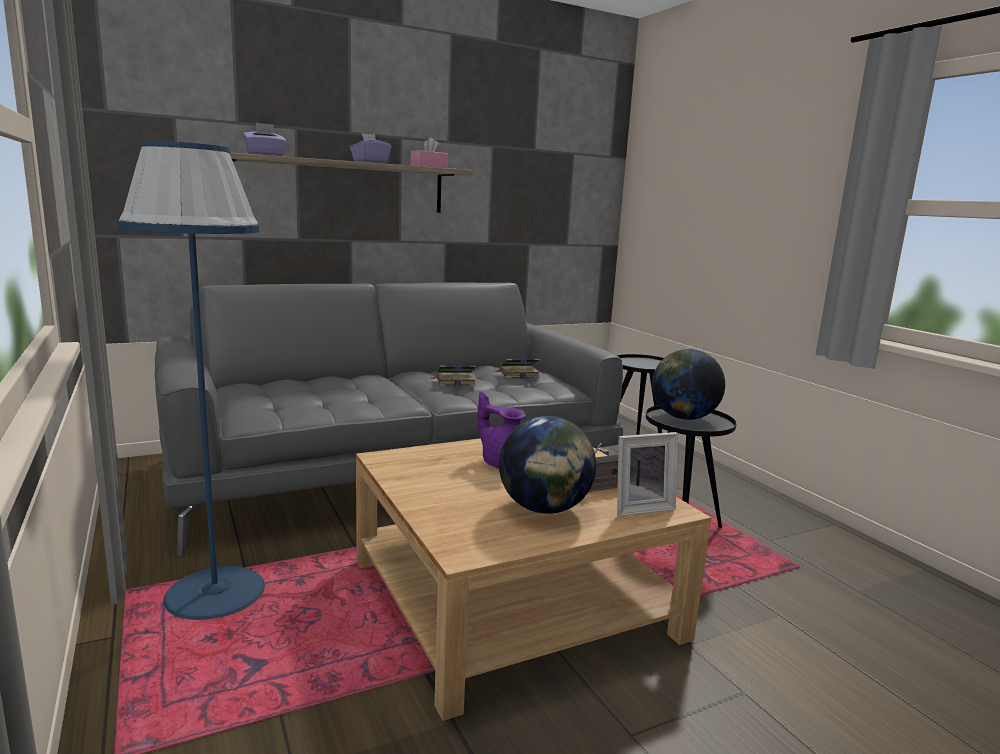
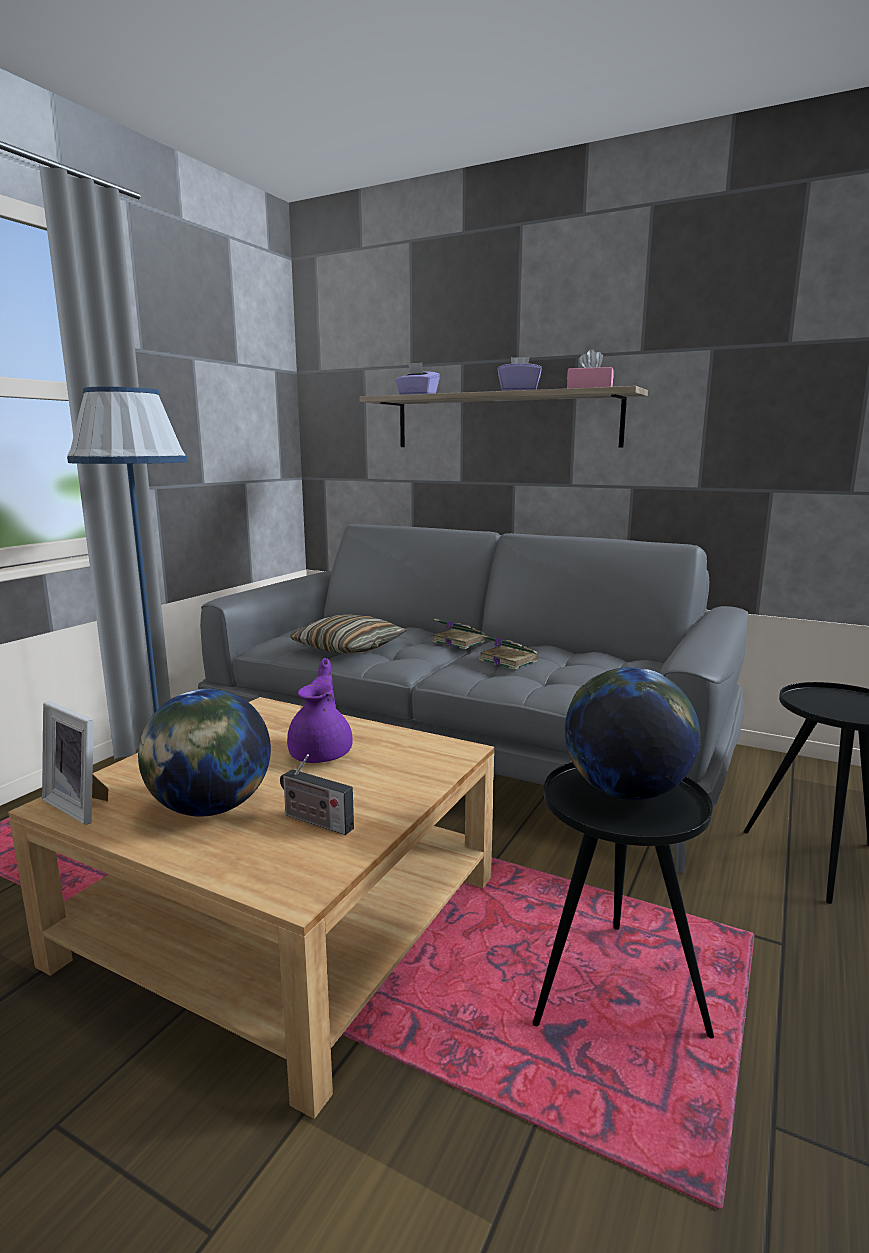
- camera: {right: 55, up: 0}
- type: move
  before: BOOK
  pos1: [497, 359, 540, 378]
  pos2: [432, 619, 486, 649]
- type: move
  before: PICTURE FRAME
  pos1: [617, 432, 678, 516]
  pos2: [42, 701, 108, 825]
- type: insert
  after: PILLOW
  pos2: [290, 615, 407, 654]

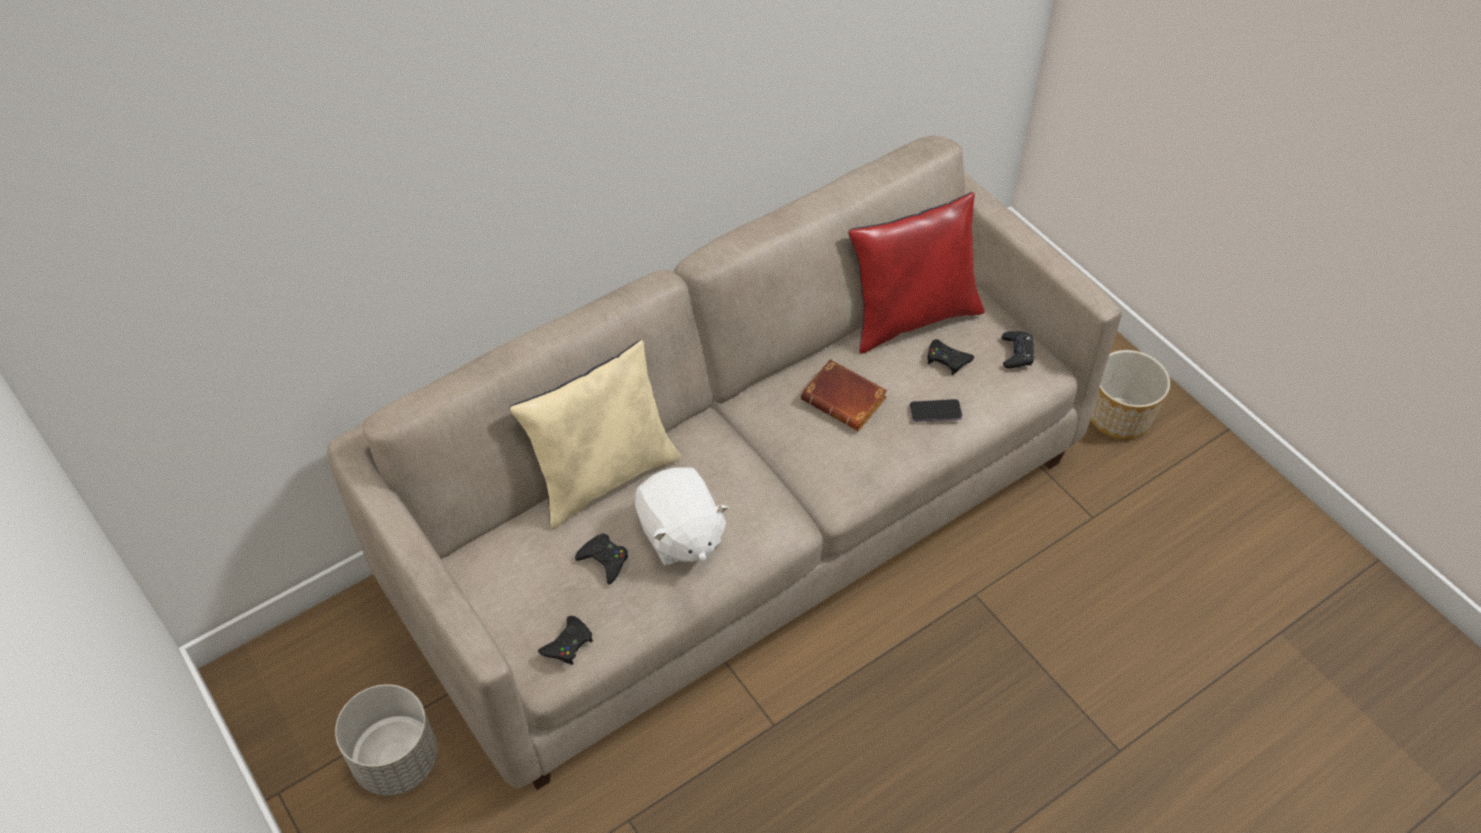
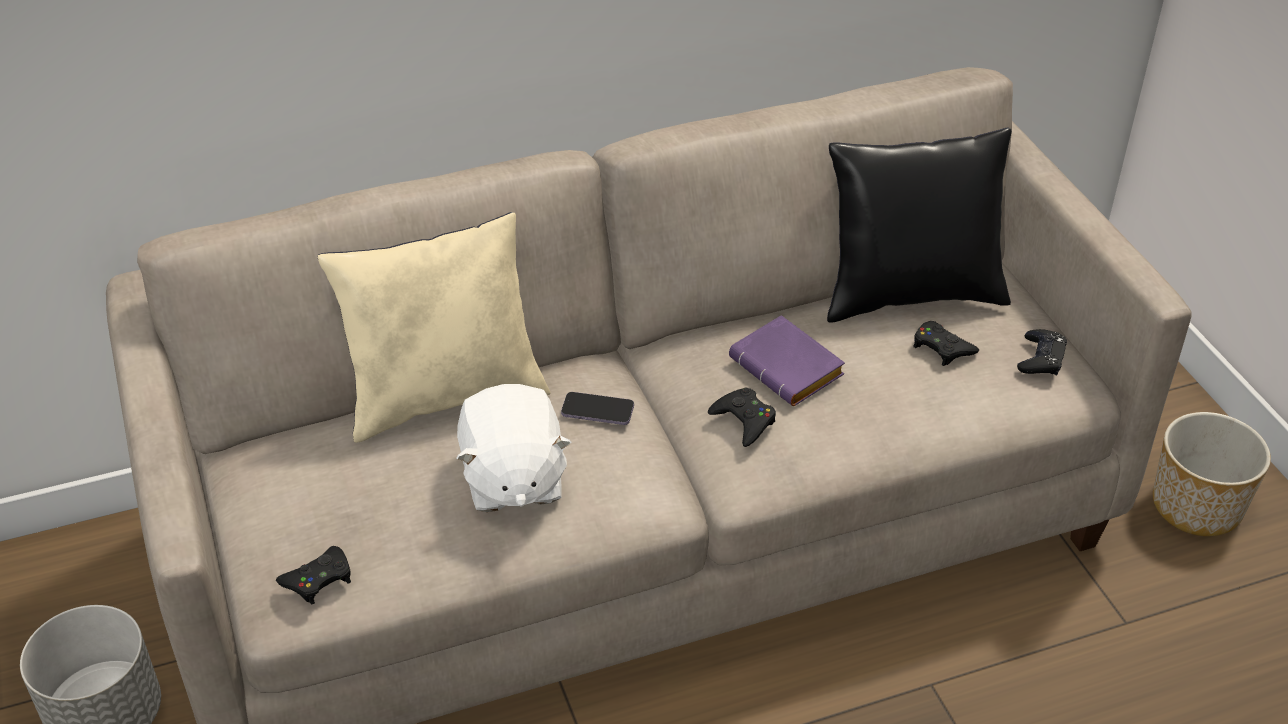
- camera: {right: 15, up: -10}
- type: move
  before: BLACK GAME CONTROLLER
  pos1: [575, 534, 628, 585]
  pos2: [708, 388, 776, 447]
- type: recolor
  before: BROWN BOOK
  after: PURPLE BOOK
  pos1: [801, 359, 887, 431]
  pos2: [729, 315, 845, 406]
- type: recolor
  before: RED PILLOW
  after: BLACK PILLOW
  pos1: [848, 192, 985, 354]
  pos2: [827, 127, 1012, 322]
- type: move
  before: PHONE
  pos1: [910, 399, 962, 422]
  pos2: [561, 392, 634, 425]

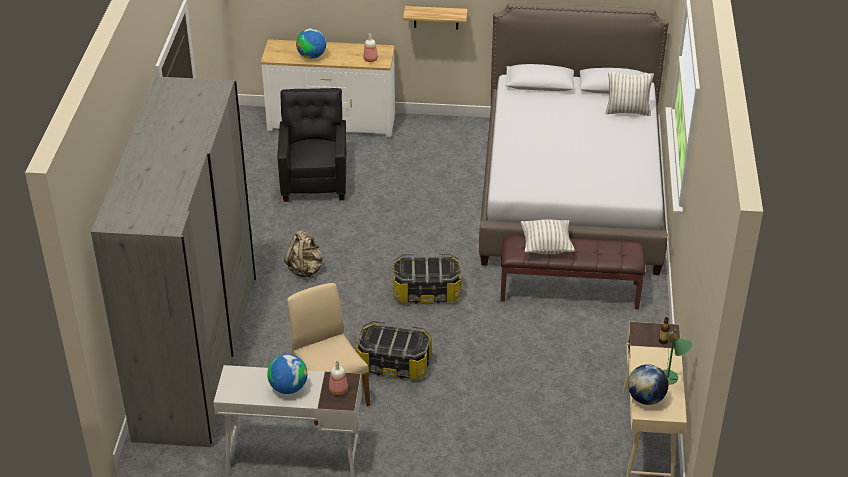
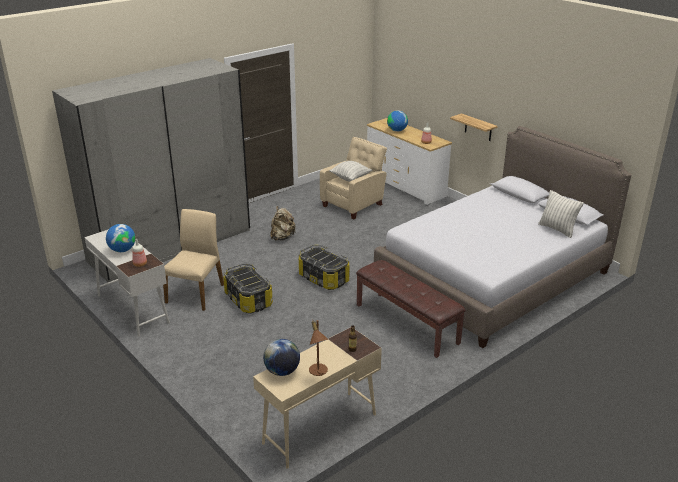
- camera: {right: 45, up: -10}
- type: recolor
  before: BLACK ARMCHAIR
  after: BEIGE ARMCHAIR
  pos1: [277, 88, 347, 202]
  pos2: [320, 137, 387, 219]
- type: move
  before: PILLOW
  pos1: [521, 219, 575, 254]
  pos2: [329, 161, 372, 182]
- type: recolor
  before: GREEN TABLE LAMP
  after: BROWN TABLE LAMP
  pos1: [662, 329, 692, 385]
  pos2: [309, 320, 328, 376]

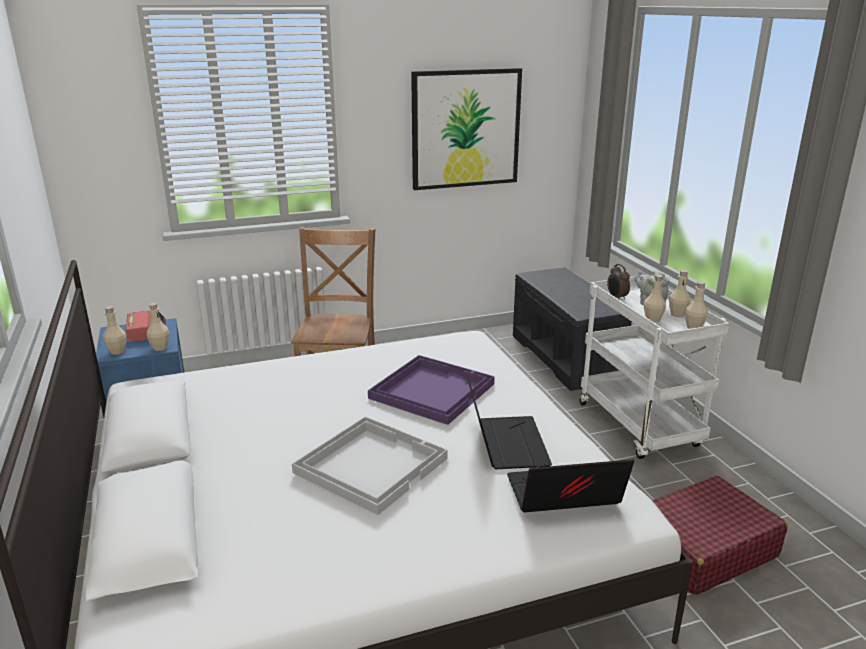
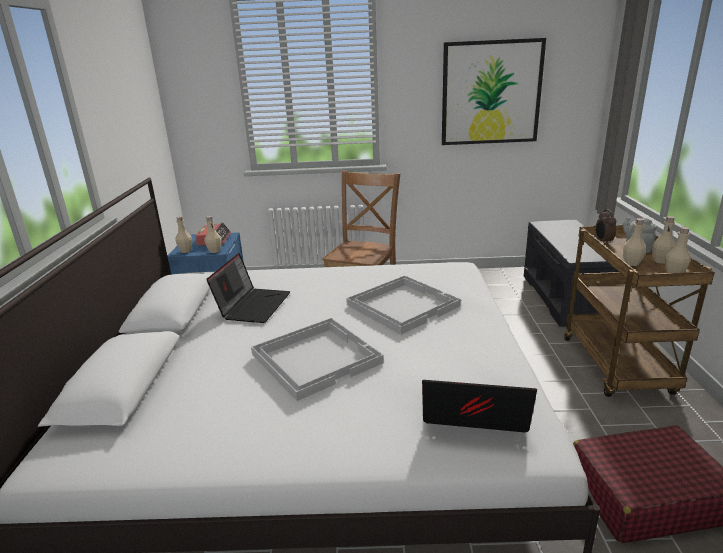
- camera: {right: 20, up: 0}
- type: recolor
  before: PURPLE TRAY
  after: WHITE TRAY
  pos1: [368, 355, 495, 425]
  pos2: [346, 275, 461, 335]
- type: move
  before: LAPTOP
  pos1: [466, 374, 552, 469]
  pos2: [206, 253, 290, 323]
- type: recolor
  before: WHITE CART
  after: BROWN CART
  pos1: [579, 275, 730, 459]
  pos2: [564, 225, 715, 397]

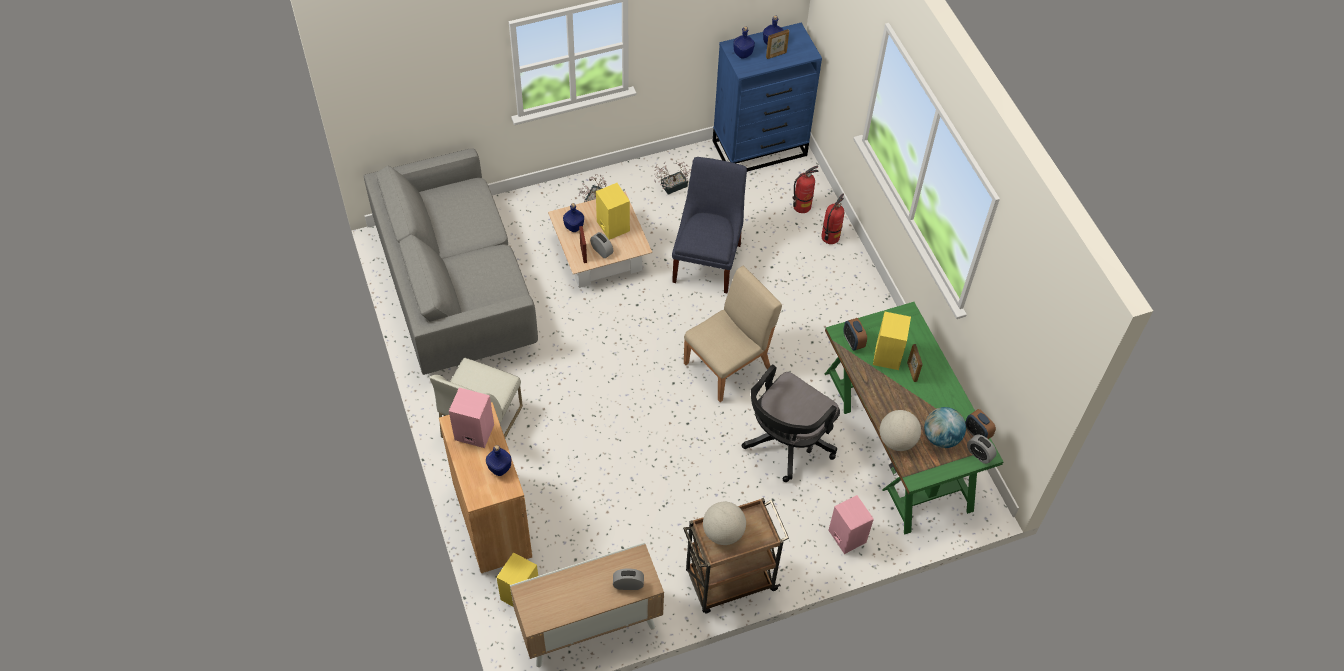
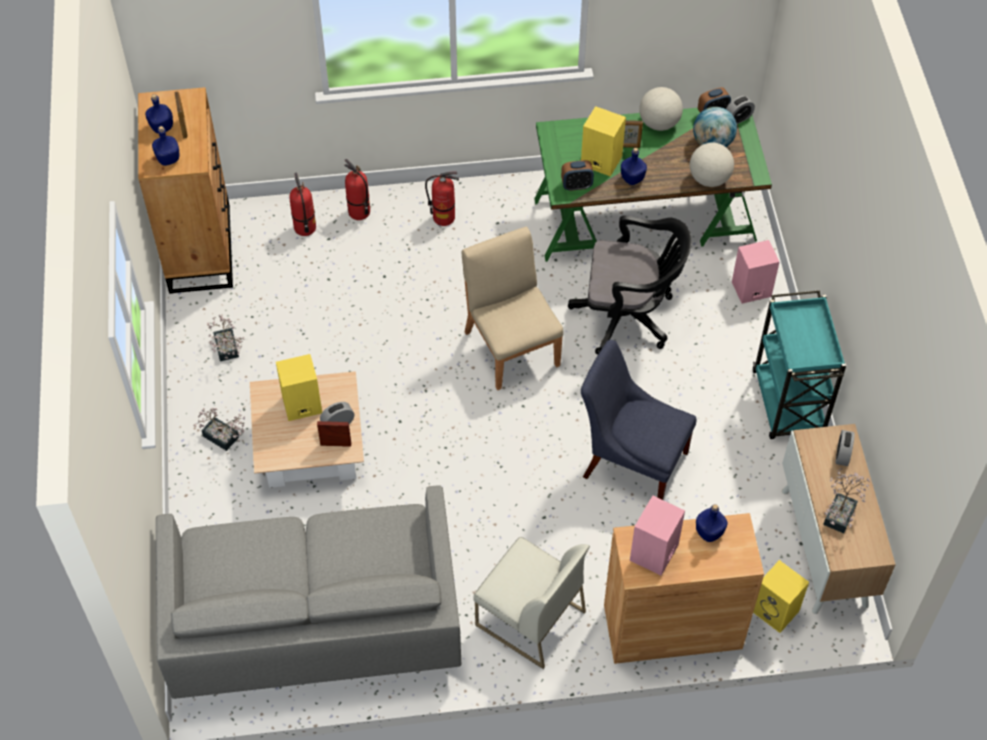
- camera: {right: -75, up: 0}
- type: move
  before: BLUE BOTTLE
  pos1: [563, 203, 584, 232]
  pos2: [621, 148, 647, 185]
- type: move
  before: BLUE CHAIR
  pos1: [672, 157, 747, 293]
  pos2: [581, 340, 697, 500]
- type: recolor
  before: BROWN CART
  after: TURQUOISE CART
  pos1: [683, 498, 789, 614]
  pos2: [752, 290, 846, 439]
- type: move
  before: GLOBE
  pos1: [703, 502, 746, 545]
  pos2: [639, 87, 683, 131]
- type: recolor
  before: BLUE DRESSER
  after: BROWN DRESSER
  pos1: [713, 23, 822, 172]
  pos2: [138, 87, 233, 294]
- type: rotate
  before: BLACK OFFICE CHAIR
  pos1: [742, 364, 840, 482]
  pos2: [568, 215, 692, 355]
  turn: -45
- type: insert
  after: FIRE EXTINGUISHER
  pos2: [425, 172, 459, 226]
- type: insert
  after: POTTED PLANT
  pos2: [823, 468, 870, 533]

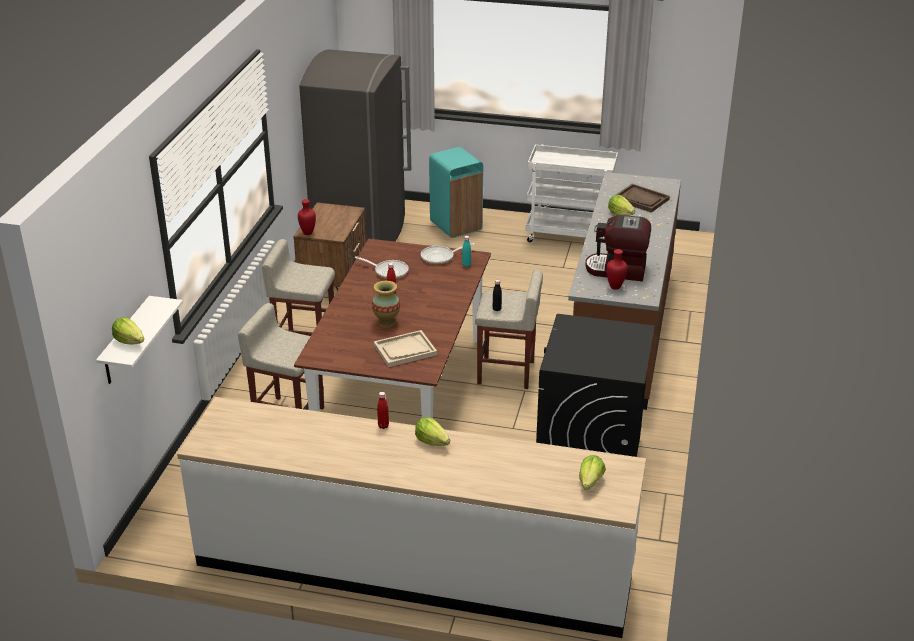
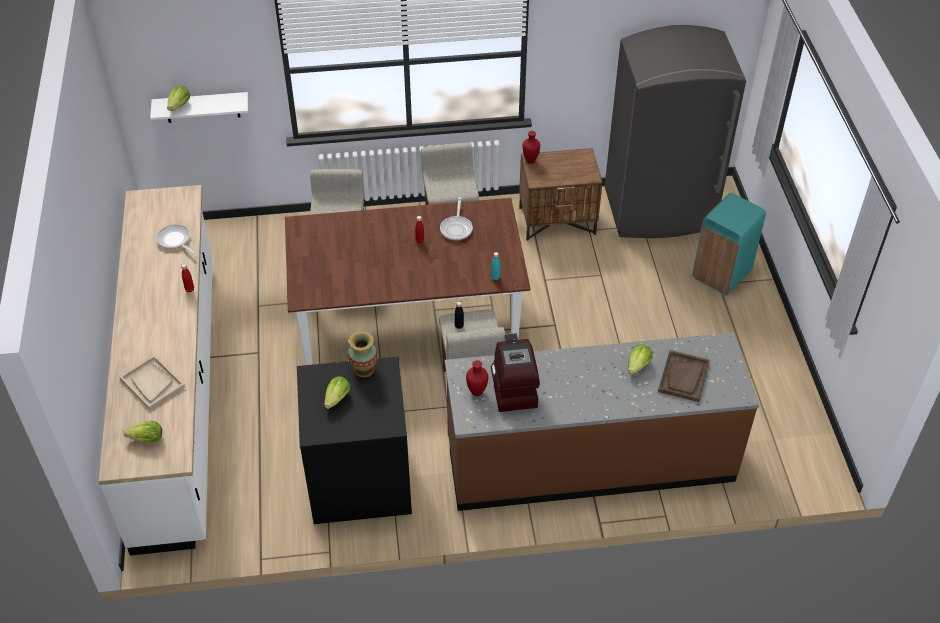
- camera: {right: 70, up: 15}
- type: move
  before: VASE
  pos1: [372, 281, 400, 328]
  pos2: [348, 331, 378, 377]
- type: move
  before: BEIGE TRAY
  pos1: [374, 330, 437, 367]
  pos2: [119, 355, 185, 410]
- type: move
  before: LETTUCE
  pos1: [415, 417, 450, 446]
  pos2: [324, 376, 350, 409]
- type: move
  before: FRYING PAN
  pos1: [421, 243, 475, 264]
  pos2: [156, 224, 198, 257]
- type: delete
  before: WHITE CART
  pos1: [525, 144, 618, 242]

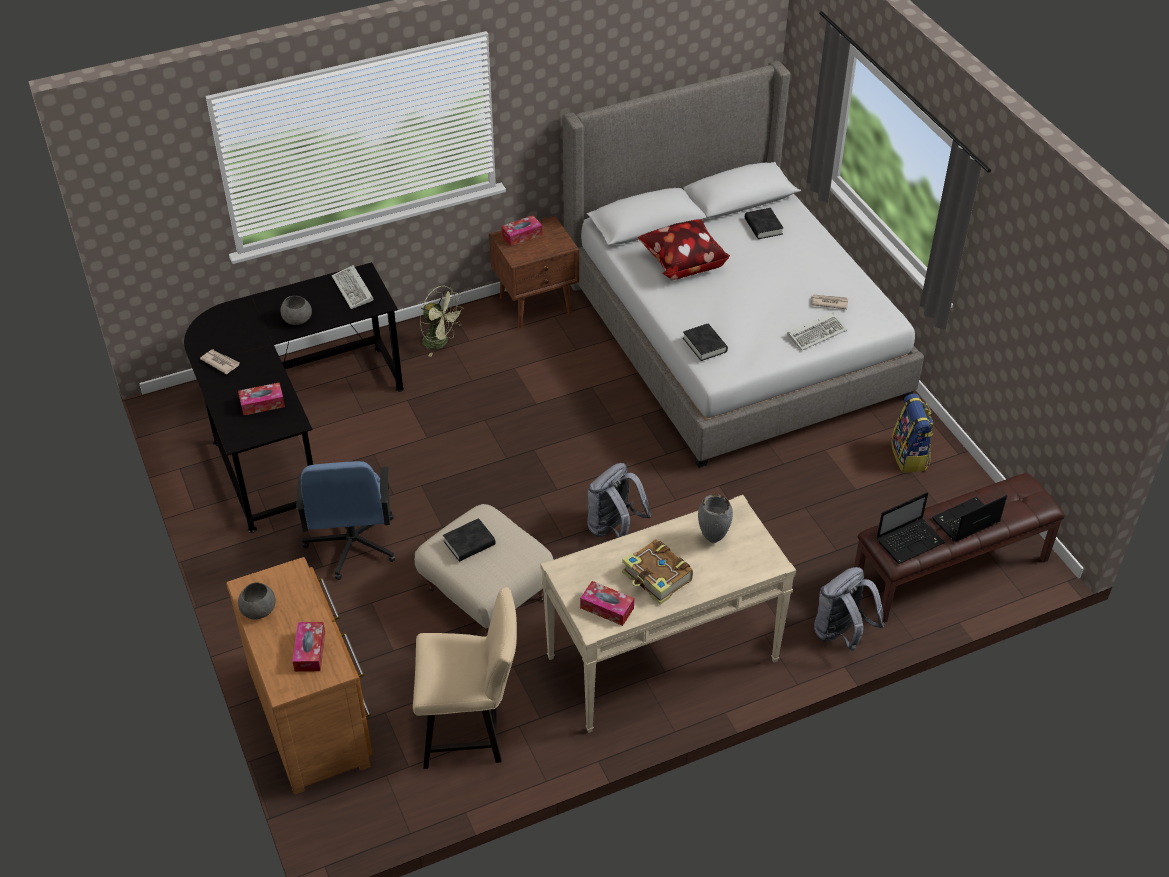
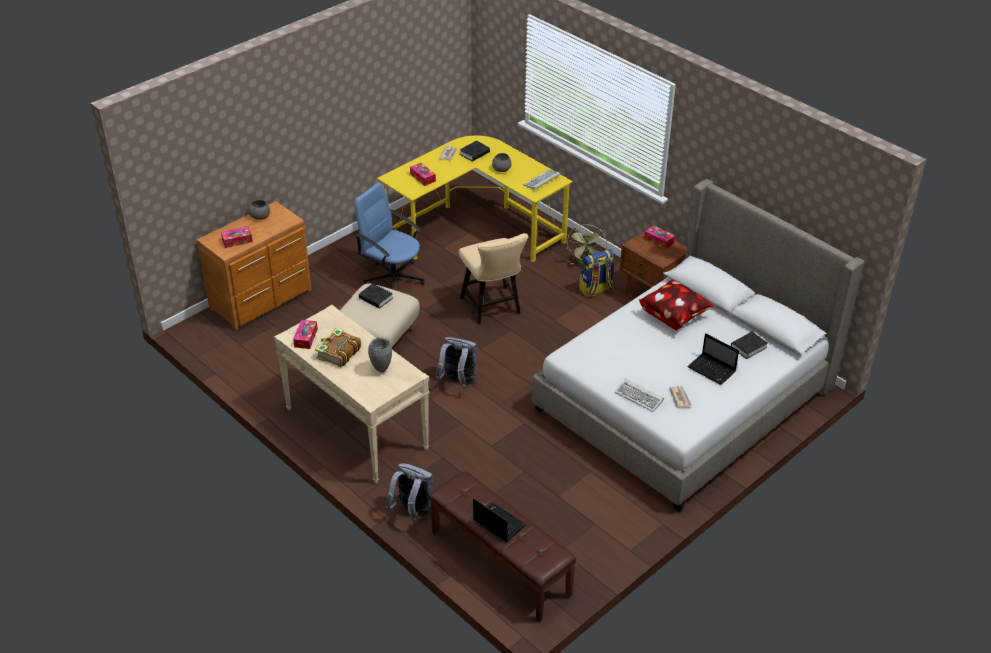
- camera: {right: 70, up: -5}
- type: recolor
  before: BLACK DESK
  after: YELLOW DESK
  pos1: [184, 262, 404, 533]
  pos2: [377, 136, 573, 262]
- type: rotate
  before: BLUE OFFICE CHAIR
  pos1: [296, 461, 395, 580]
  pos2: [355, 182, 424, 290]
  turn: 60
- type: move
  before: BEIGE CHAIR
  pos1: [413, 587, 517, 769]
  pos2: [459, 233, 529, 324]
- type: move
  before: BLACK BOOK
  pos1: [683, 324, 728, 361]
  pos2: [460, 141, 490, 161]
- type: move
  before: LAPTOP
  pos1: [876, 492, 945, 564]
  pos2: [687, 333, 739, 385]
- type: move
  before: BACKPACK
  pos1: [891, 394, 933, 473]
  pos2: [579, 249, 614, 297]

